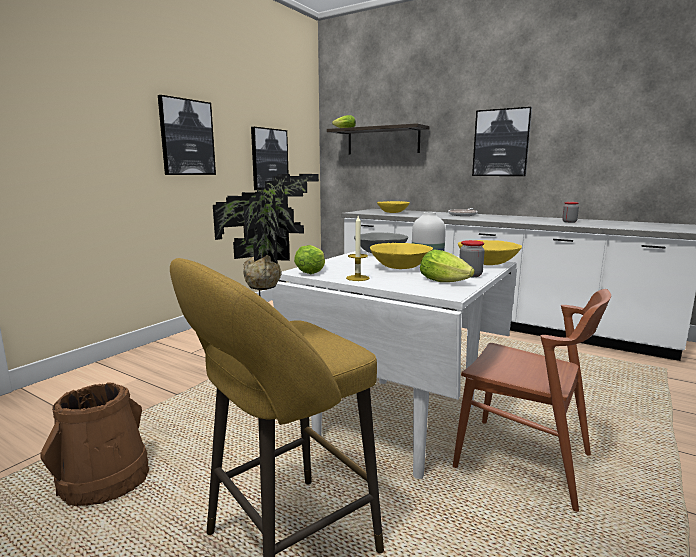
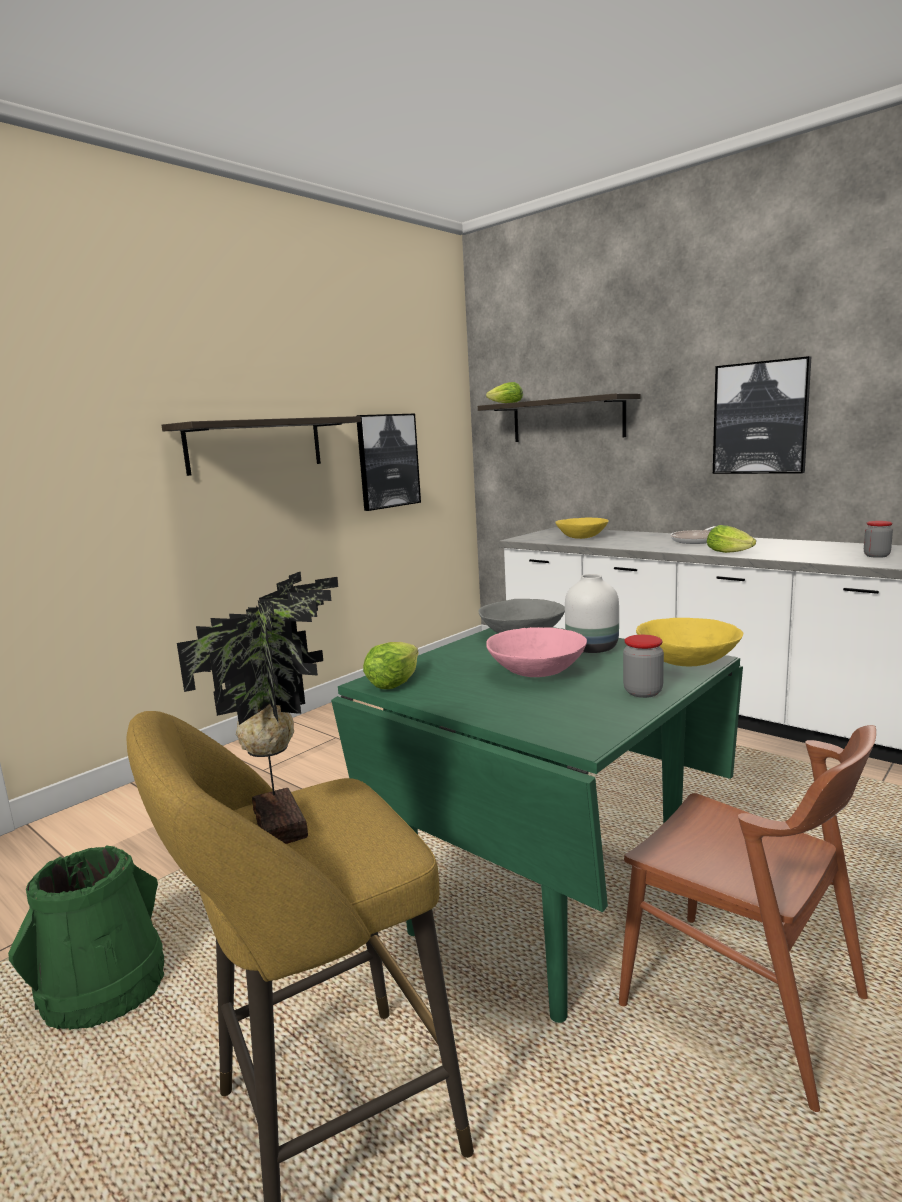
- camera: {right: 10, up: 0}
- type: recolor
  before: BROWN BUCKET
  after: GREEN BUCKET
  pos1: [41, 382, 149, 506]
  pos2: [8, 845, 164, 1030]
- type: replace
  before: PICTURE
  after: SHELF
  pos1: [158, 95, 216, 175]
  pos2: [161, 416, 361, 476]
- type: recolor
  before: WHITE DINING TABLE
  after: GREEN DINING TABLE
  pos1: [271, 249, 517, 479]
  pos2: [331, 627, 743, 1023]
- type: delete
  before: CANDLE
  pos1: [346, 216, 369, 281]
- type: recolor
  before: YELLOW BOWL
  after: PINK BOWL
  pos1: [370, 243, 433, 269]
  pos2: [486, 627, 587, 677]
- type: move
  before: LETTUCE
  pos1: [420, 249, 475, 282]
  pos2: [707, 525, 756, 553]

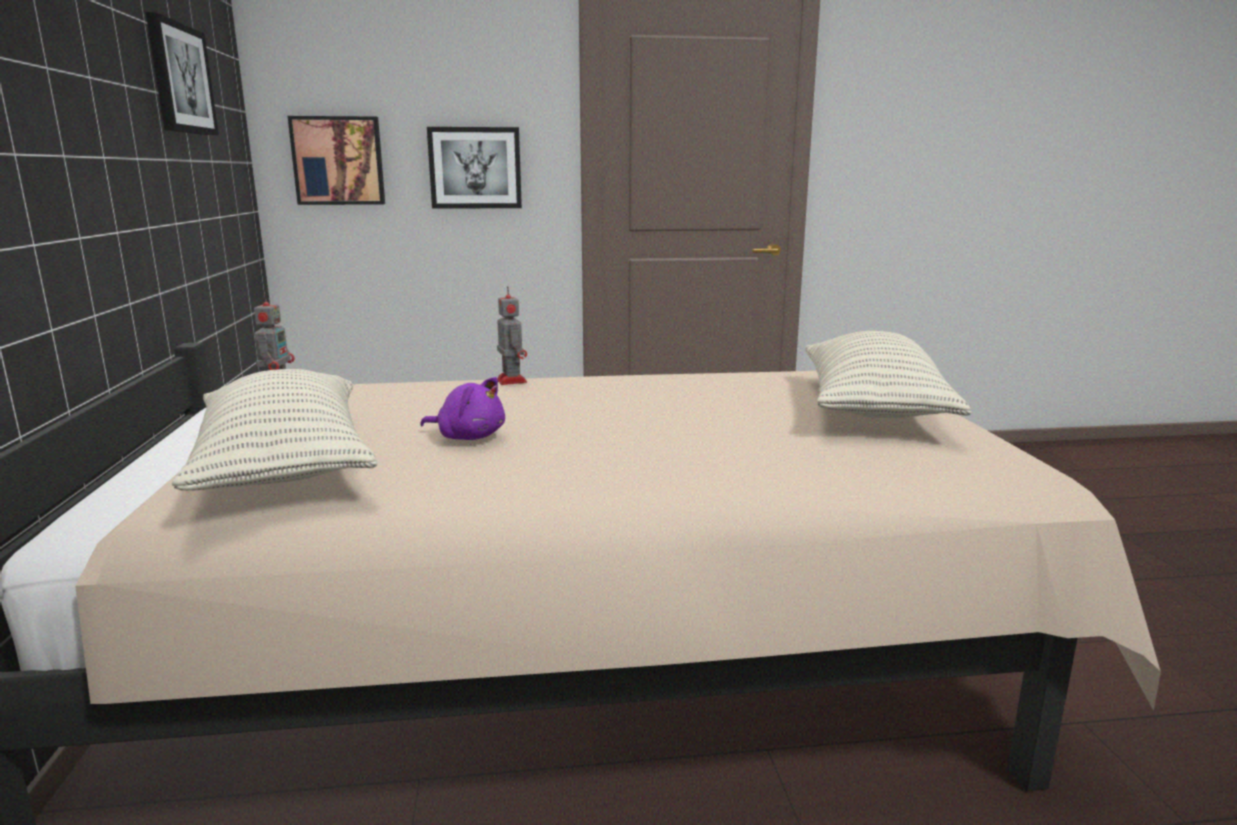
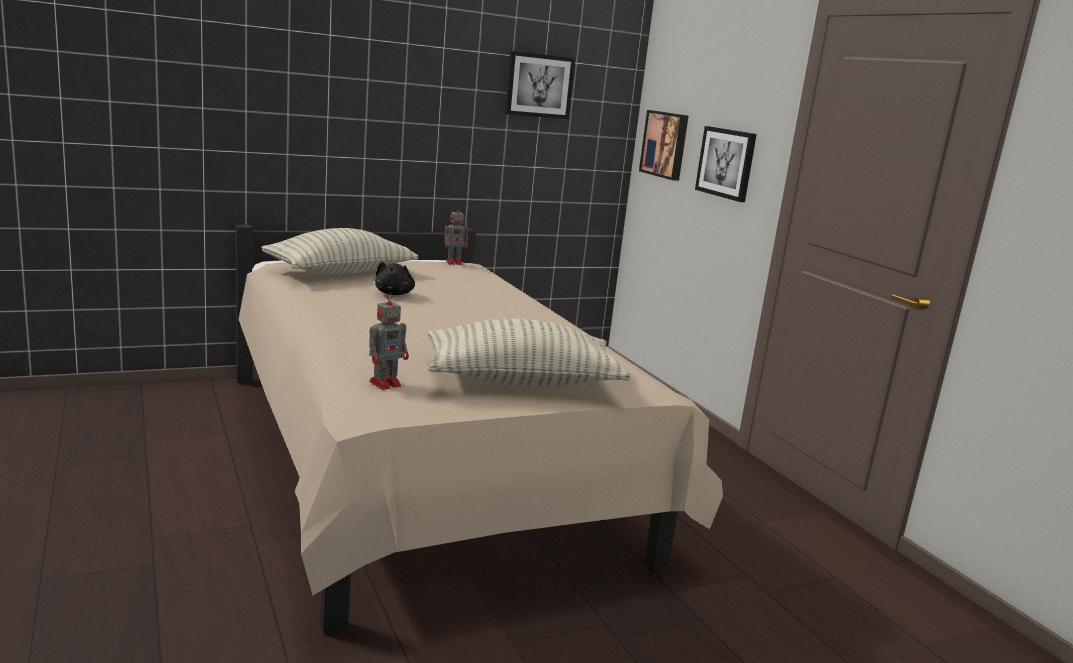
- camera: {right: 70, up: 0}
- type: recolor
  before: PURPLE PLUSH TOY
  after: BLACK PLUSH TOY
  pos1: [420, 377, 505, 440]
  pos2: [375, 262, 415, 295]
- type: move
  before: TOY ROBOT
  pos1: [497, 286, 527, 385]
  pos2: [369, 293, 409, 390]

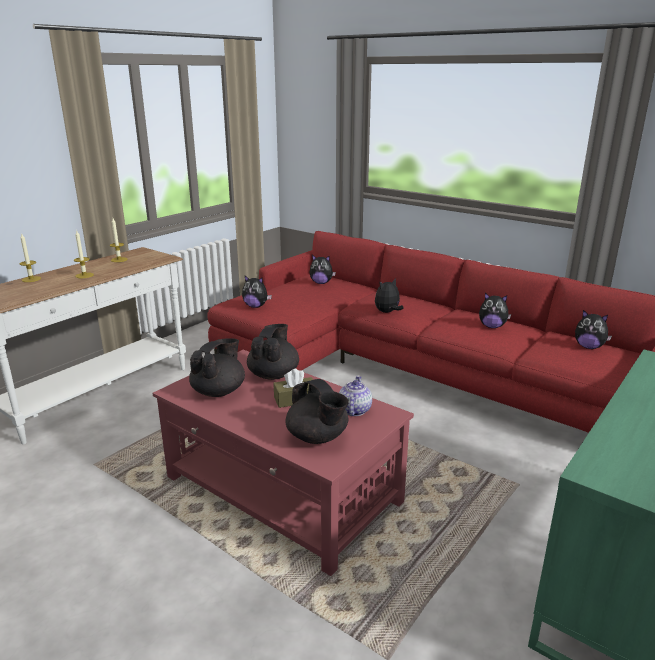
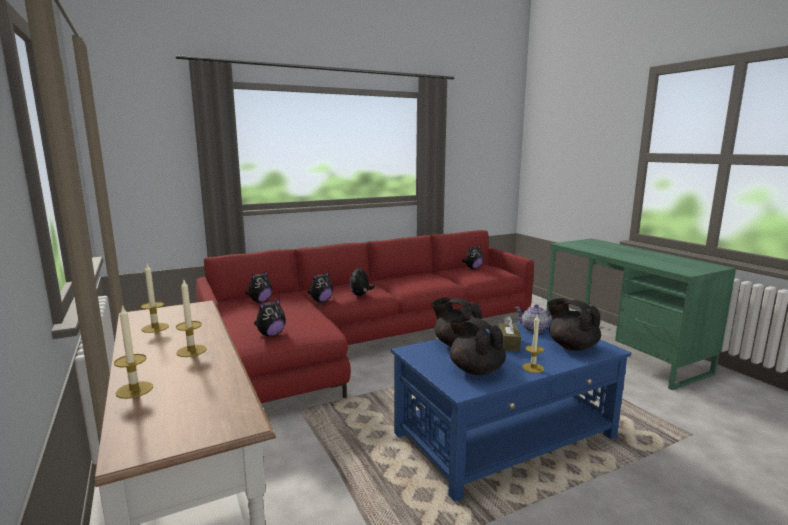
- camera: {right: -65, up: -10}
- type: recolor
  before: RED COFFEE TABLE
  after: BLUE COFFEE TABLE
  pos1: [153, 350, 414, 576]
  pos2: [391, 318, 631, 502]
- type: rotate
  before: BLACK TEAPOT
  pos1: [285, 379, 349, 444]
  pos2: [547, 298, 601, 351]
  turn: -120
- type: move
  before: PLUSH TOY
  pos1: [479, 293, 511, 328]
  pos2: [307, 271, 333, 302]
- type: insert
  after: CANDLE
  pos2: [522, 315, 544, 373]

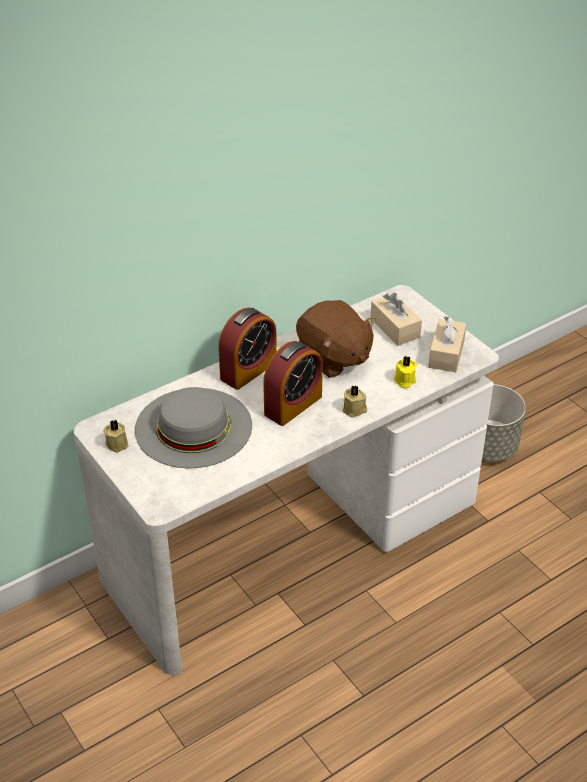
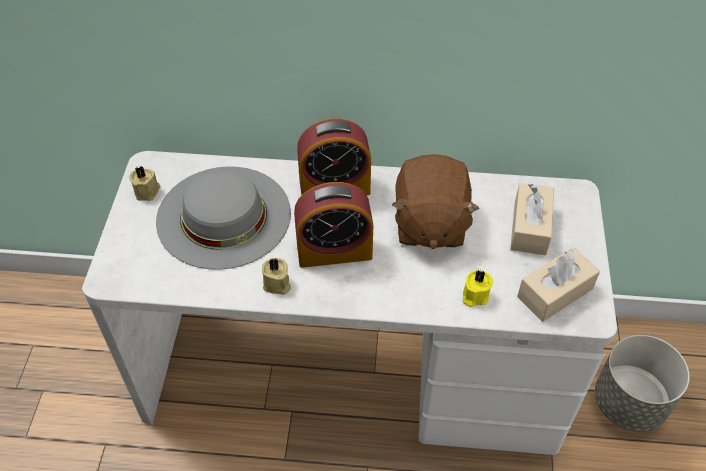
- camera: {right: 40, up: 10}
- type: move
  before: BEIGE CANDLE
  pos1: [343, 386, 367, 418]
  pos2: [262, 258, 291, 295]

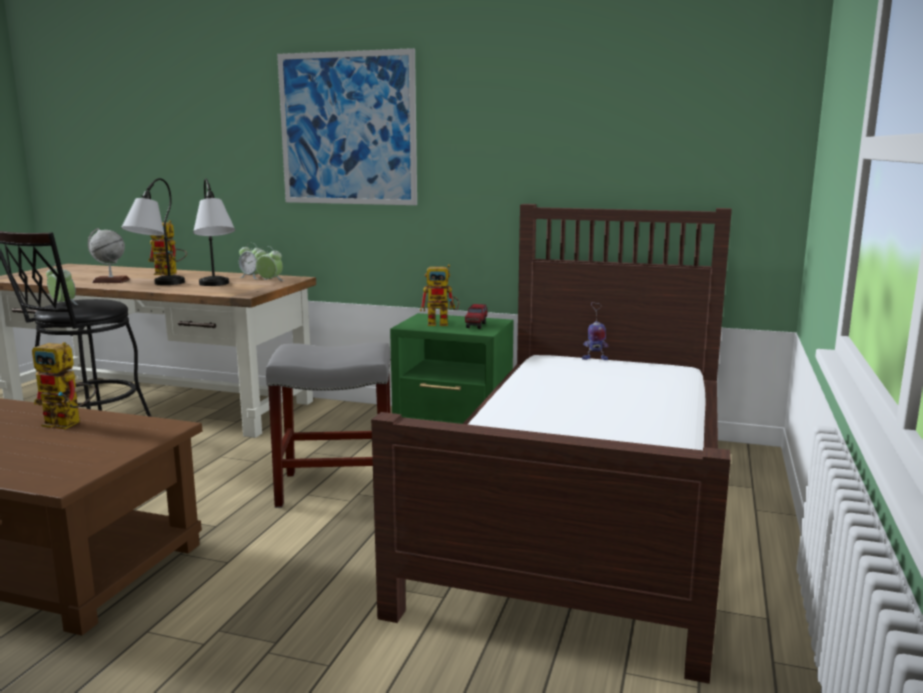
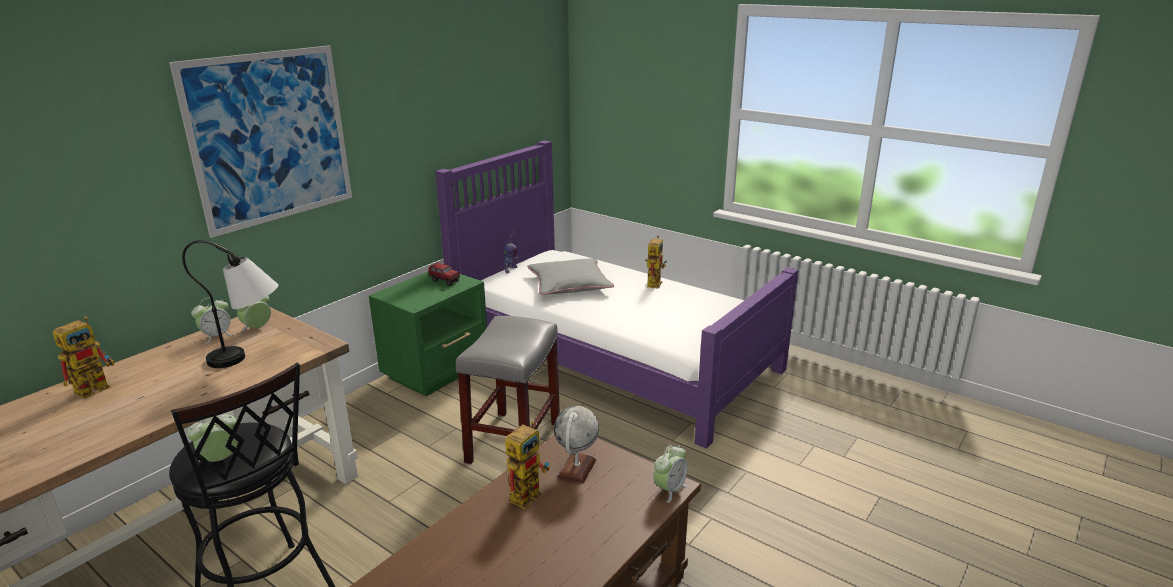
- camera: {right: -70, up: 10}
- type: move
  before: GLOBE
  pos1: [88, 228, 130, 283]
  pos2: [554, 406, 599, 484]
- type: delete
  before: TABLE LAMP
  pos1: [121, 178, 185, 285]
- type: recolor
  before: BROWN BED
  after: PURPLE BED
  pos1: [371, 204, 732, 684]
  pos2: [435, 140, 798, 449]
- type: move
  before: TOY ROBOT
  pos1: [420, 264, 459, 326]
  pos2: [645, 235, 667, 289]
- type: insert
  after: GREY PILLOW
  pos2: [527, 259, 614, 295]
- type: insert
  after: ALARM CLOCK
  pos2: [654, 445, 688, 503]

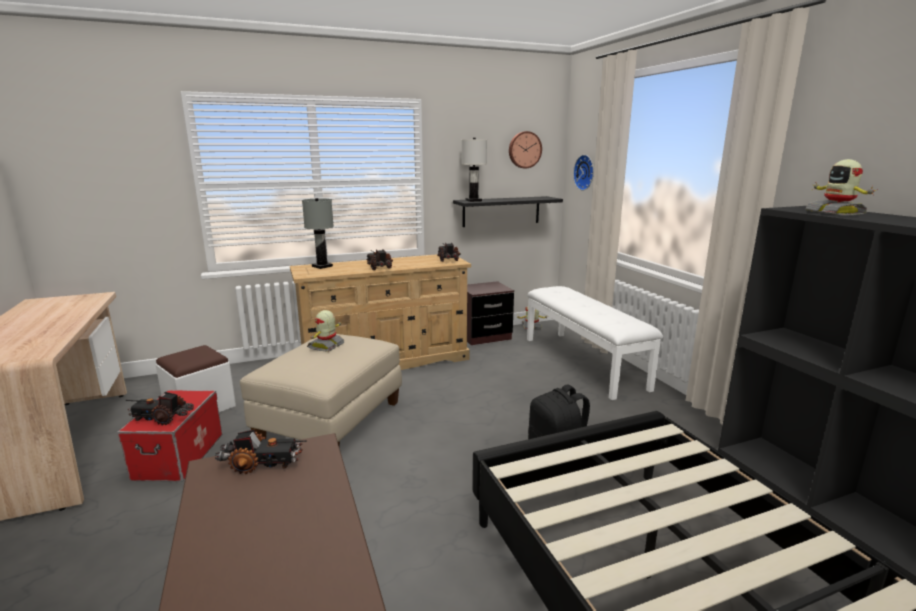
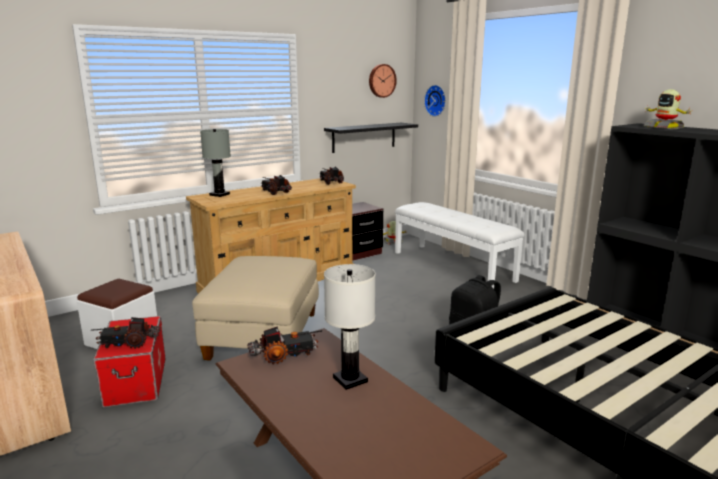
- camera: {right: -15, up: 0}
- type: delete
  before: TOY ROBOT
  pos1: [307, 310, 344, 352]
- type: move
  before: WHITE TABLE LAMP
  pos1: [461, 138, 487, 202]
  pos2: [324, 264, 376, 390]

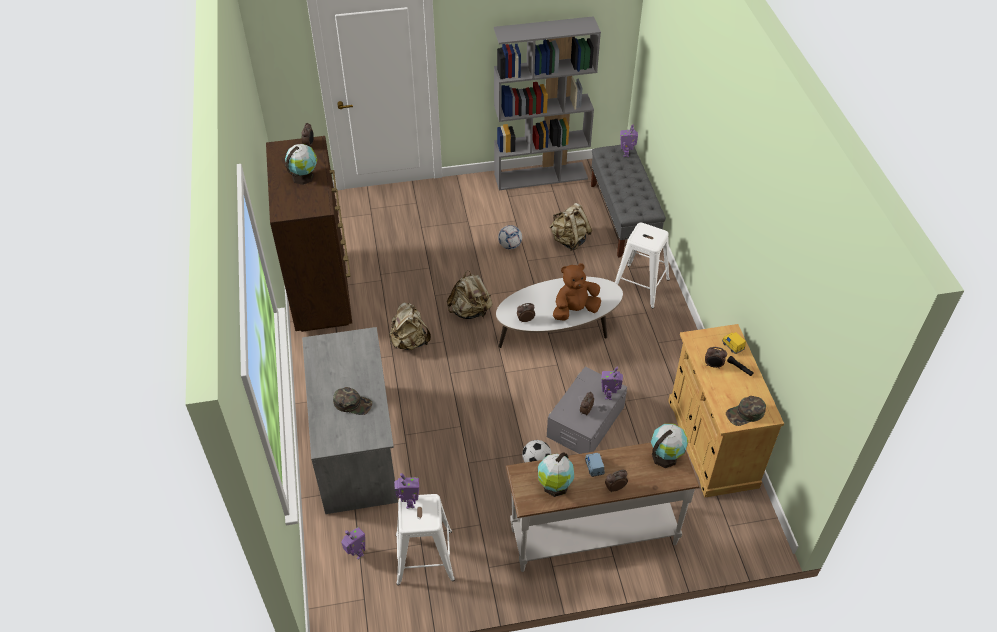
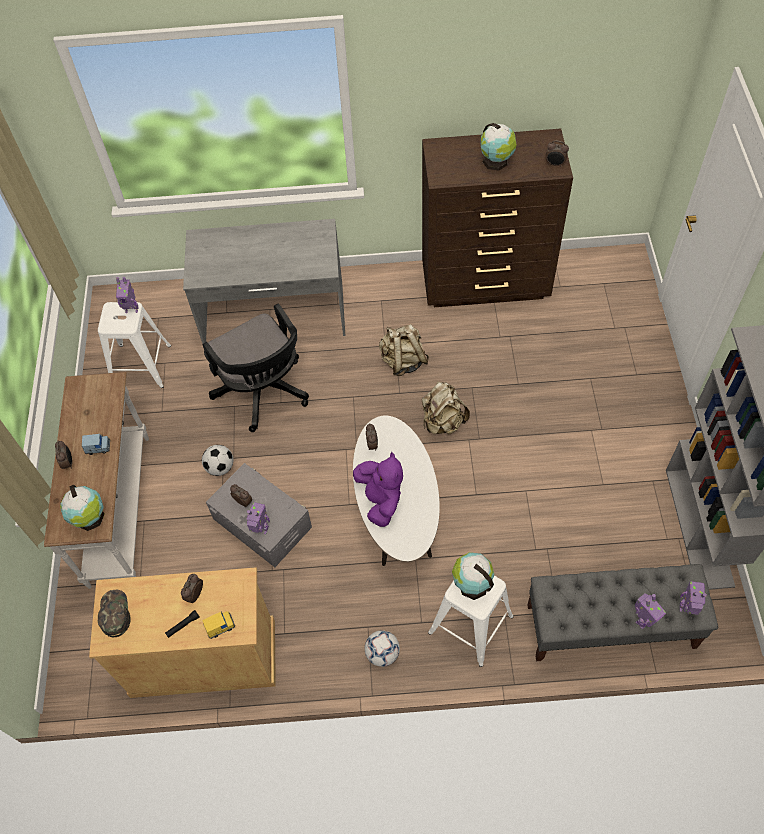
- camera: {right: 100, up: 10}
- type: delete
  before: GREEN CAP
  pos1: [333, 387, 372, 415]
- type: move
  before: TOY ROBOT
  pos1: [341, 527, 365, 559]
  pos2: [635, 594, 666, 629]
- type: move
  before: FOOTBALL
  pos1: [498, 225, 522, 249]
  pos2: [365, 630, 400, 667]
- type: move
  before: GLOBE
  pos1: [538, 452, 574, 497]
  pos2: [452, 552, 494, 600]
- type: delete
  before: BEIGE BACKPACK
  pos1: [549, 203, 592, 251]
- type: recolor
  before: BROWN PLUSH TOY
  after: PURPLE PLUSH TOY
  pos1: [553, 263, 601, 321]
  pos2: [353, 452, 403, 527]
- type: insert
  after: BLACK OFFICE CHAIR
  pos2: [202, 304, 309, 432]

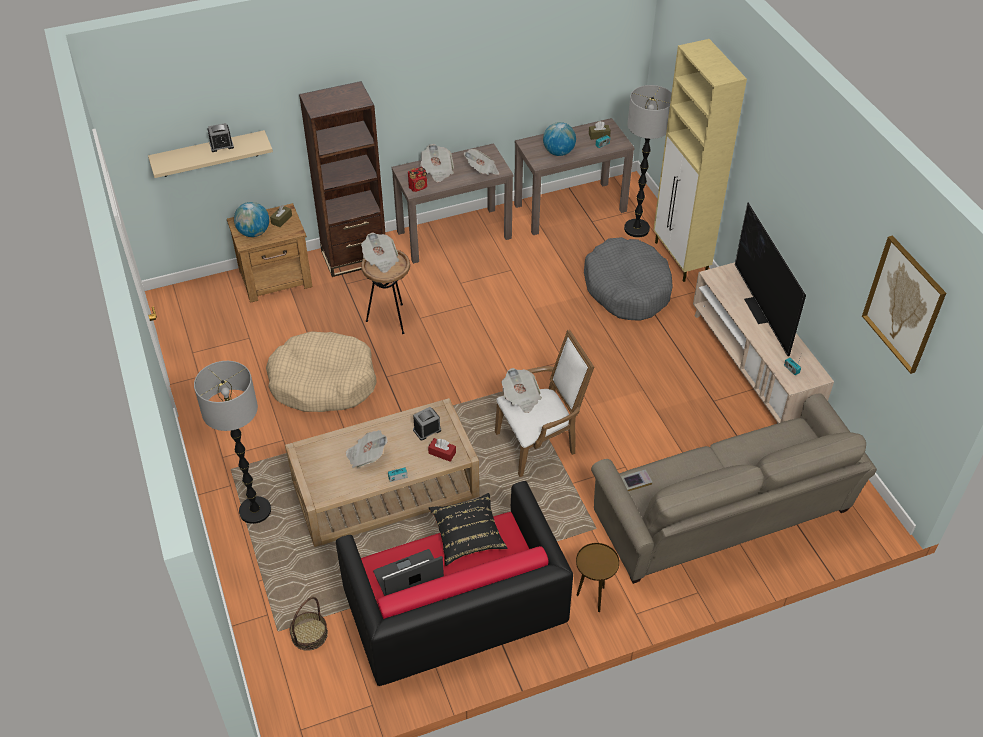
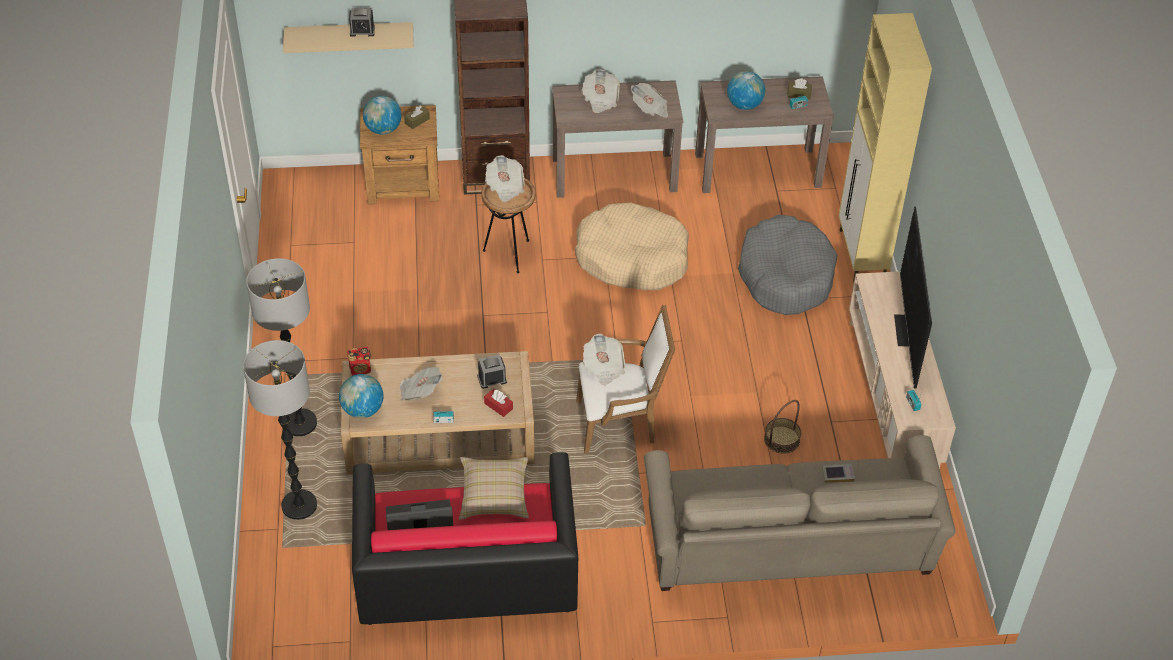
- camera: {right: 15, up: 0}
- type: move
  before: BEIGE DOG BED
  pos1: [266, 331, 377, 412]
  pos2: [575, 203, 689, 290]
- type: move
  before: BASKET
  pos1: [290, 597, 328, 651]
  pos2: [764, 400, 801, 454]
- type: move
  before: RADIO
  pos1: [408, 167, 427, 192]
  pos2: [347, 347, 371, 375]
- type: recolor
  before: BLACK PILLOW
  after: BEIGE PILLOW
  pos1: [429, 493, 508, 566]
  pos2: [459, 457, 529, 520]
- type: delete
  before: BROWN SIDE TABLE
  pos1: [576, 543, 620, 612]
- type: move
  before: BOOK
  pos1: [621, 470, 653, 491]
  pos2: [822, 464, 855, 483]
- type: move
  before: FLOOR LAMP
  pos1: [624, 85, 672, 237]
  pos2: [243, 340, 317, 520]
- type: delete
  before: PICTURE
  pos1: [862, 236, 946, 374]
- type: insert
  after: GLOBE
  pos2: [339, 374, 383, 418]

